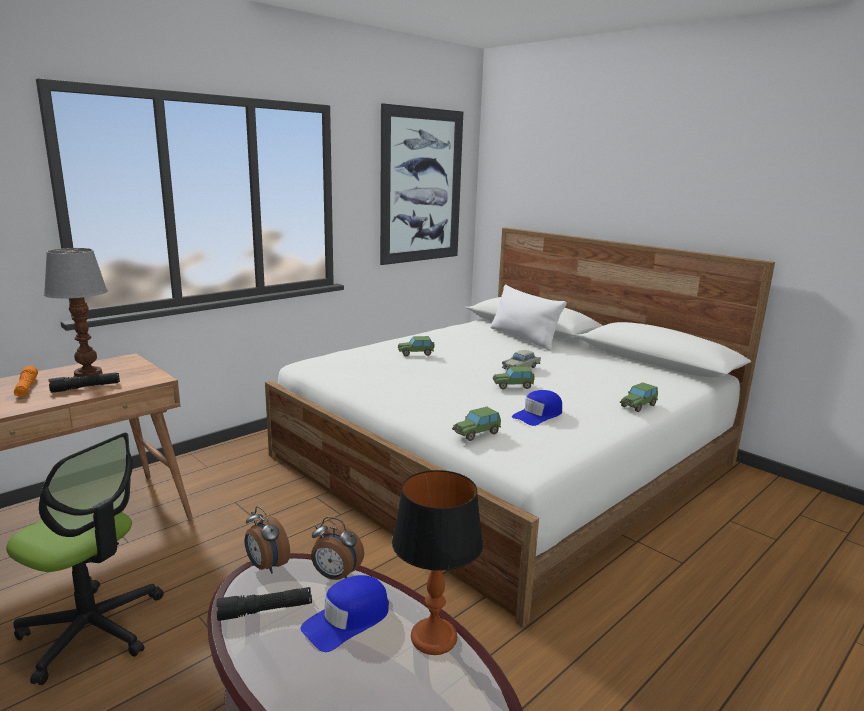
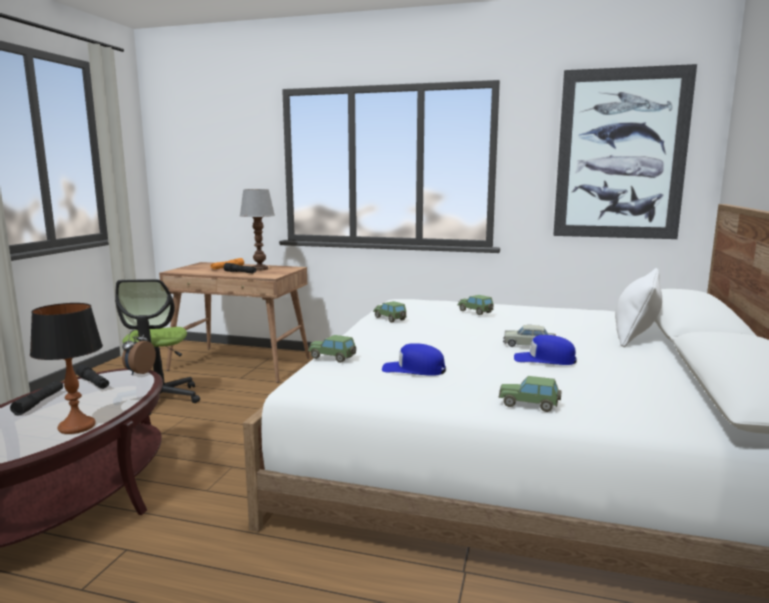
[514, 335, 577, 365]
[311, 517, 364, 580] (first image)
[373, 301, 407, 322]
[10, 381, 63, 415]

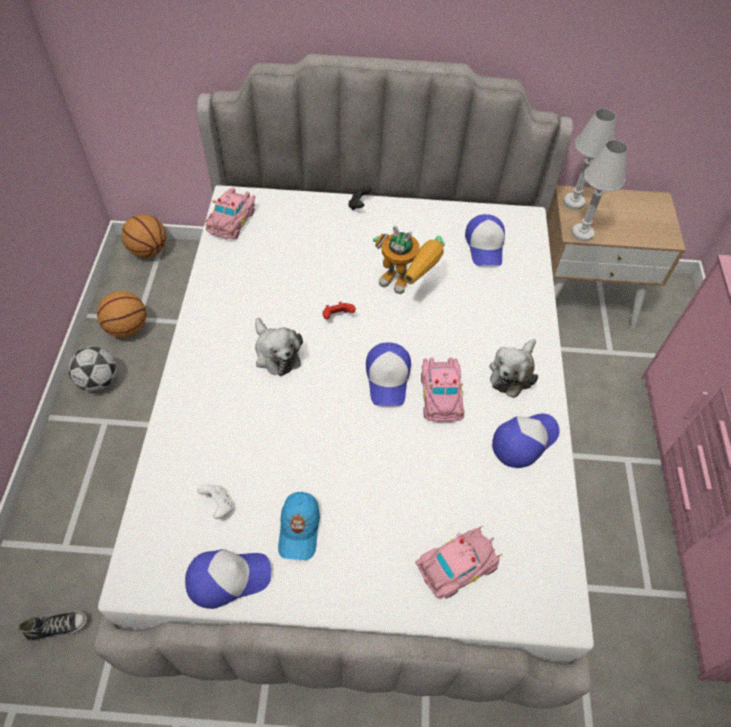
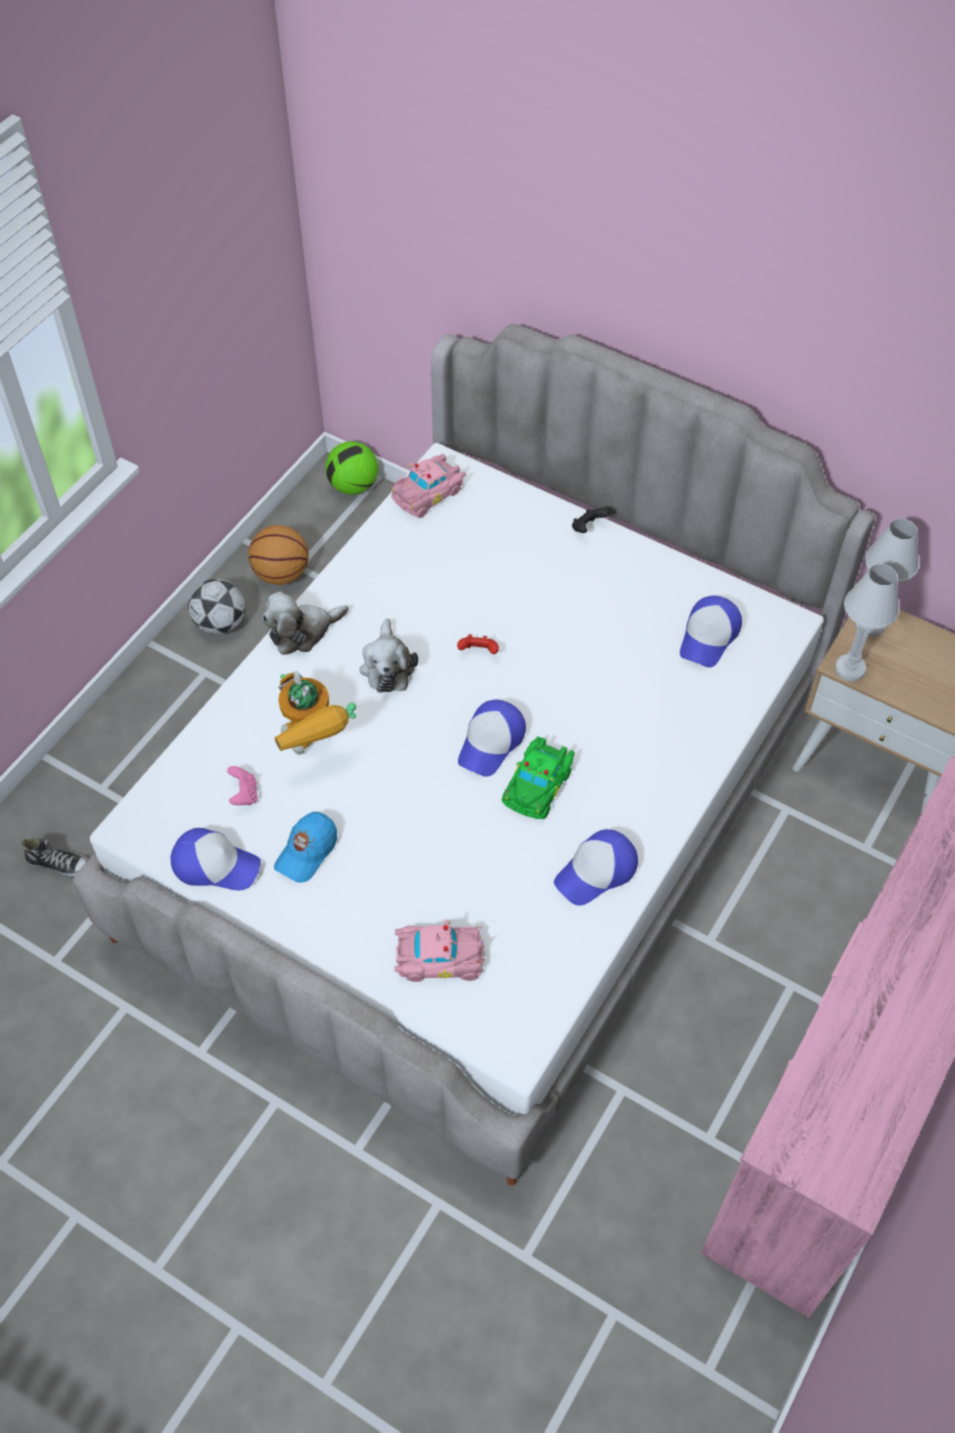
[325, 441, 378, 495]
[227, 766, 258, 805]
[274, 671, 356, 755]
[502, 736, 575, 819]
[262, 591, 349, 655]
[554, 829, 638, 905]

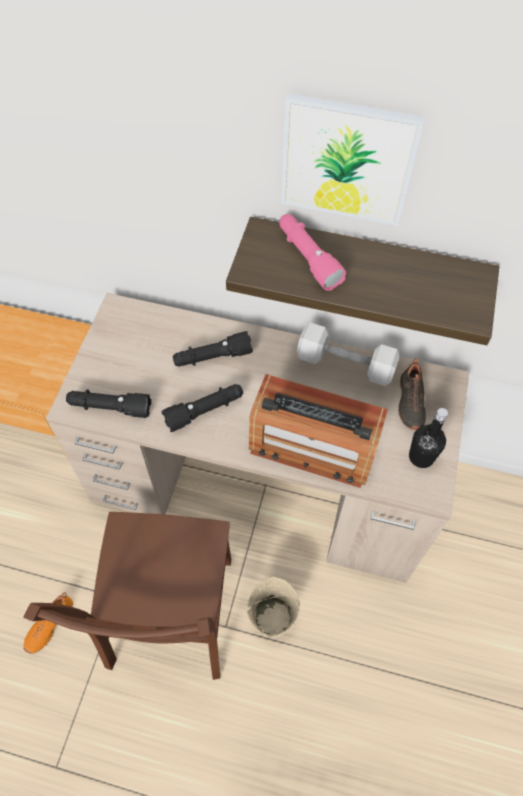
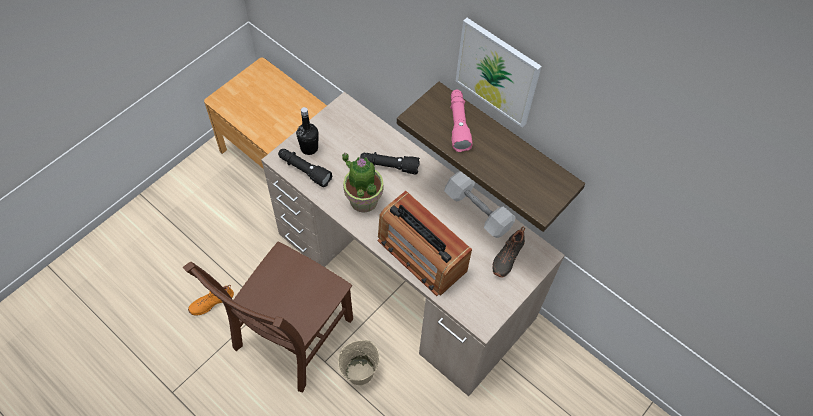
[342, 152, 384, 213]
[296, 107, 319, 155]

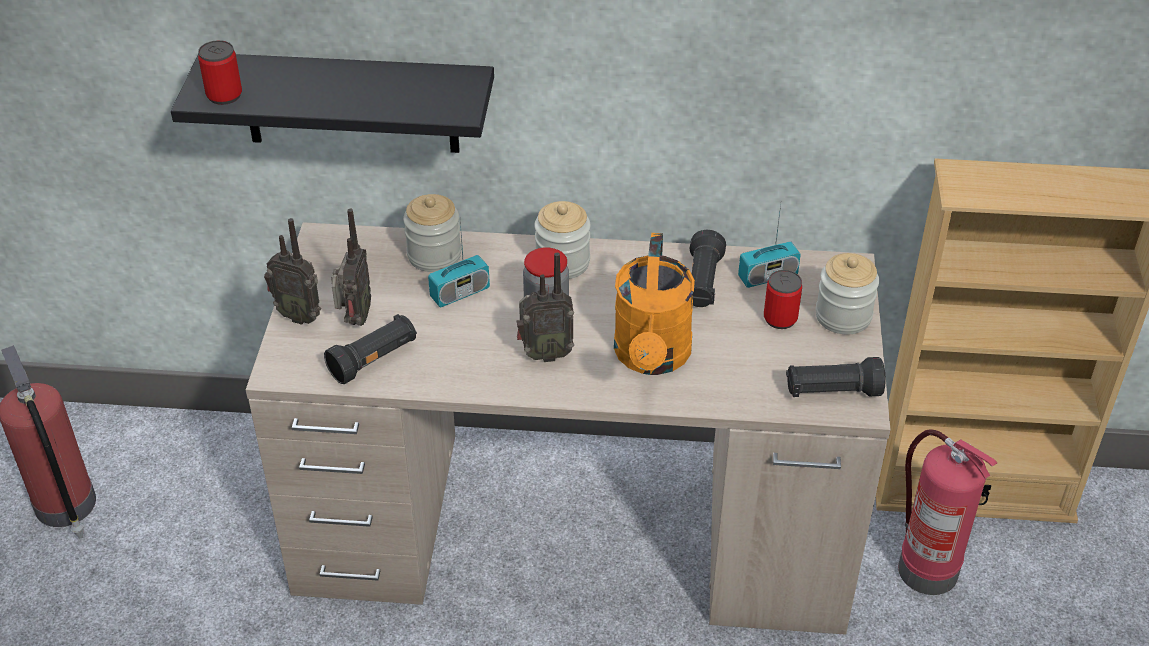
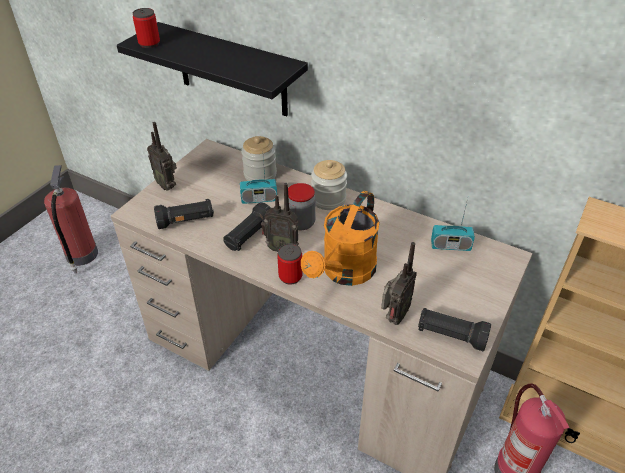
[381, 242, 417, 325]
[223, 202, 271, 251]
[277, 243, 303, 284]
[816, 253, 879, 335] (first image)

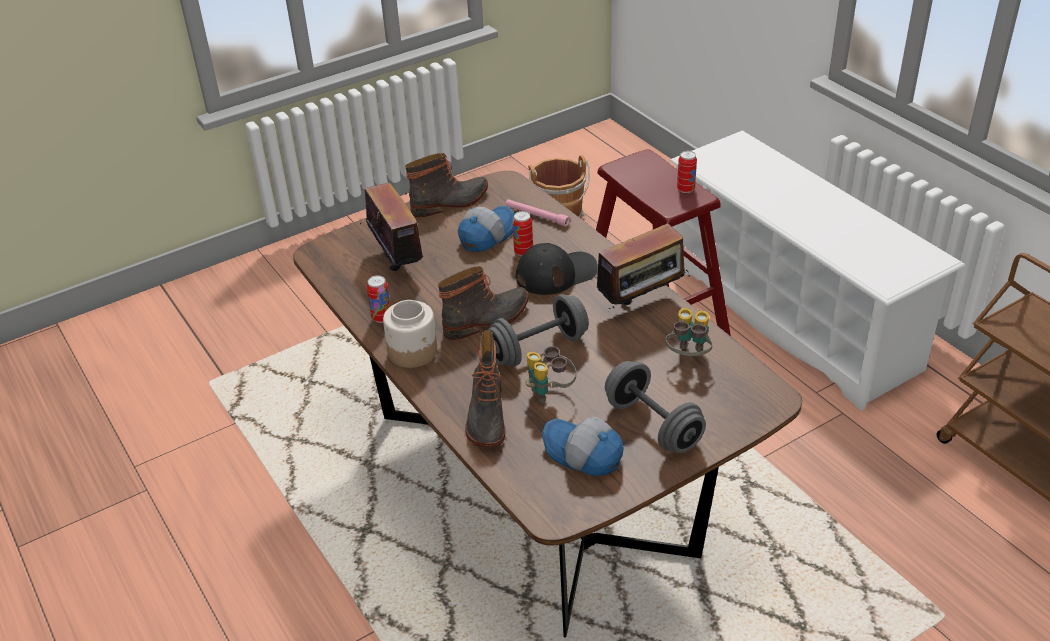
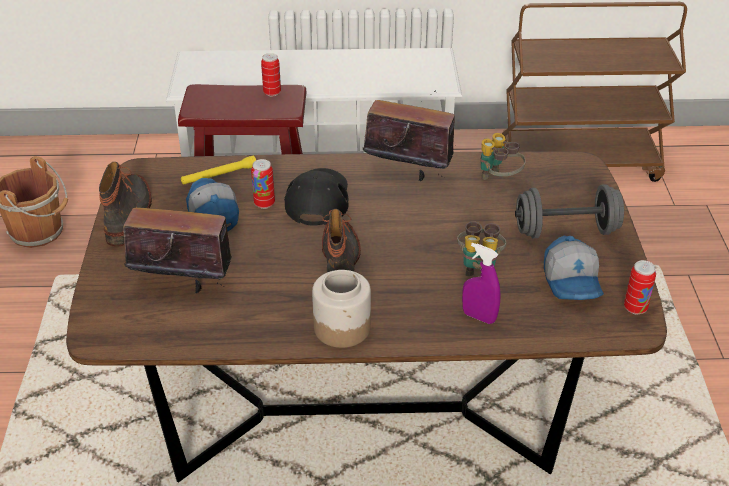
[624, 260, 656, 314]
[462, 243, 500, 324]
[487, 294, 589, 366] (first image)
[181, 156, 256, 184]
[544, 236, 604, 300]
[363, 90, 456, 181]

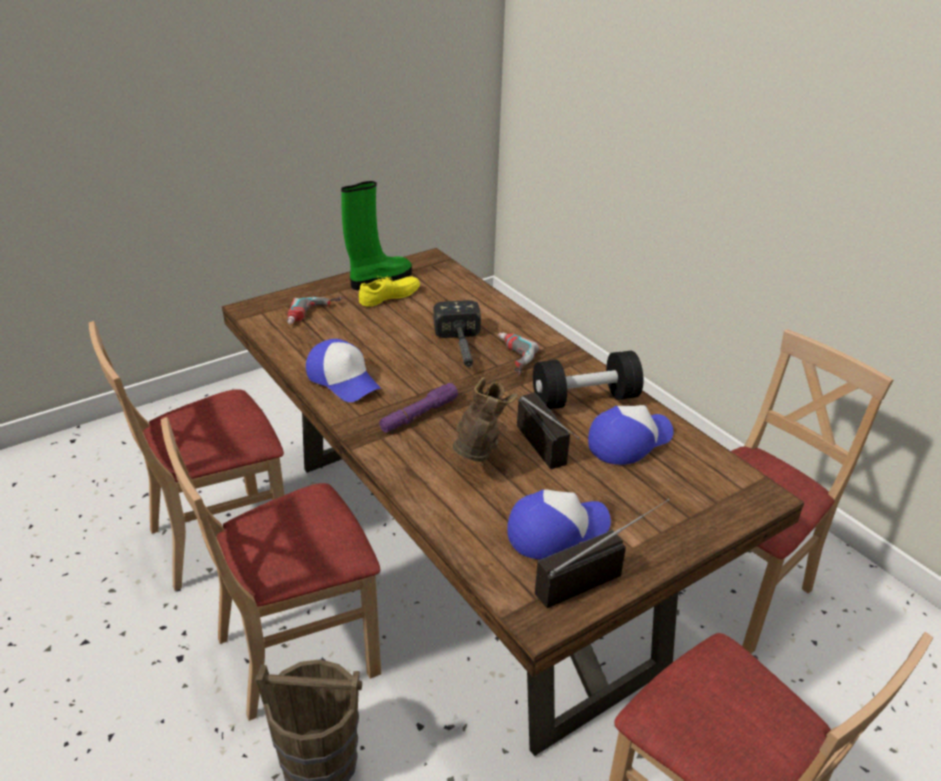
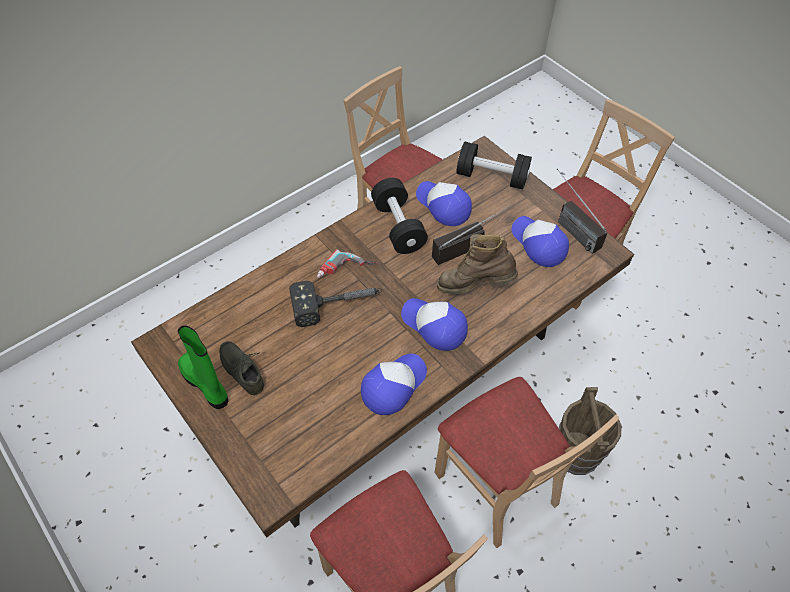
[287, 297, 346, 324] (first image)
[219, 341, 264, 395]
[401, 298, 468, 351]
[456, 142, 532, 190]

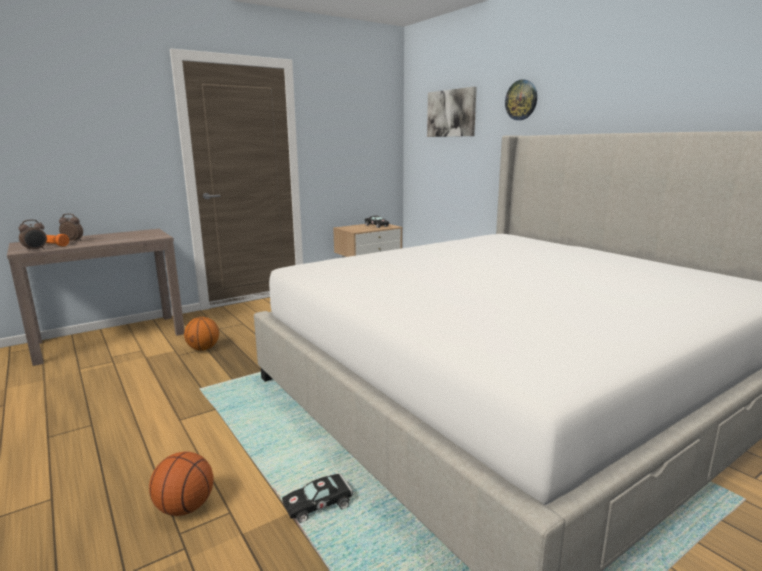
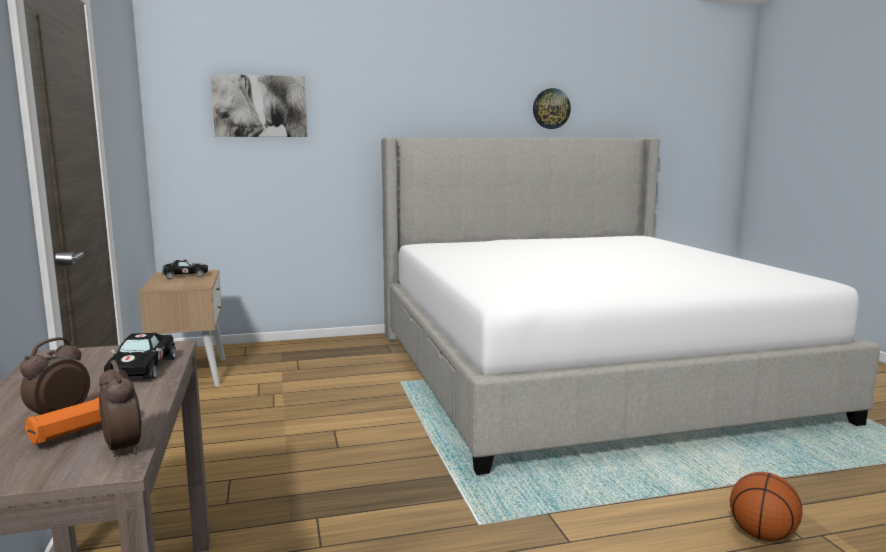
[184, 317, 219, 351] (first image)
[104, 333, 176, 379]
[533, 88, 571, 129]

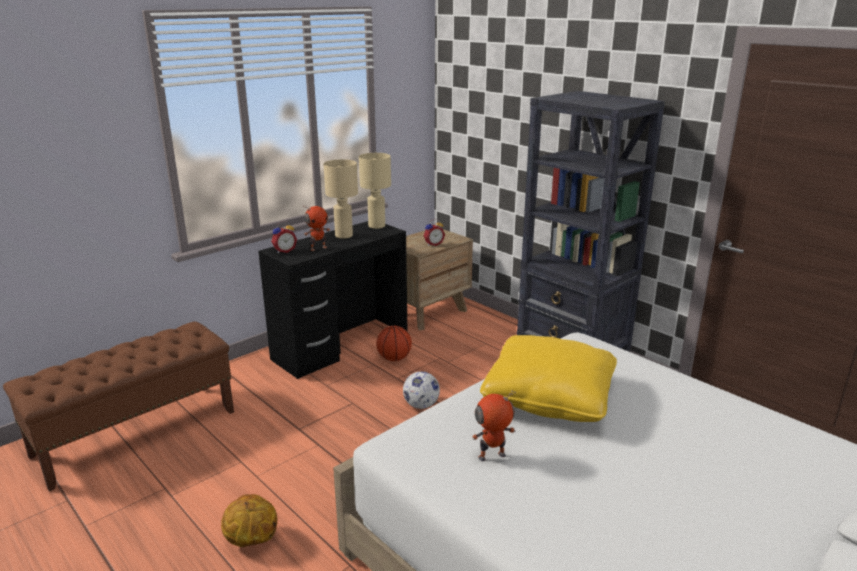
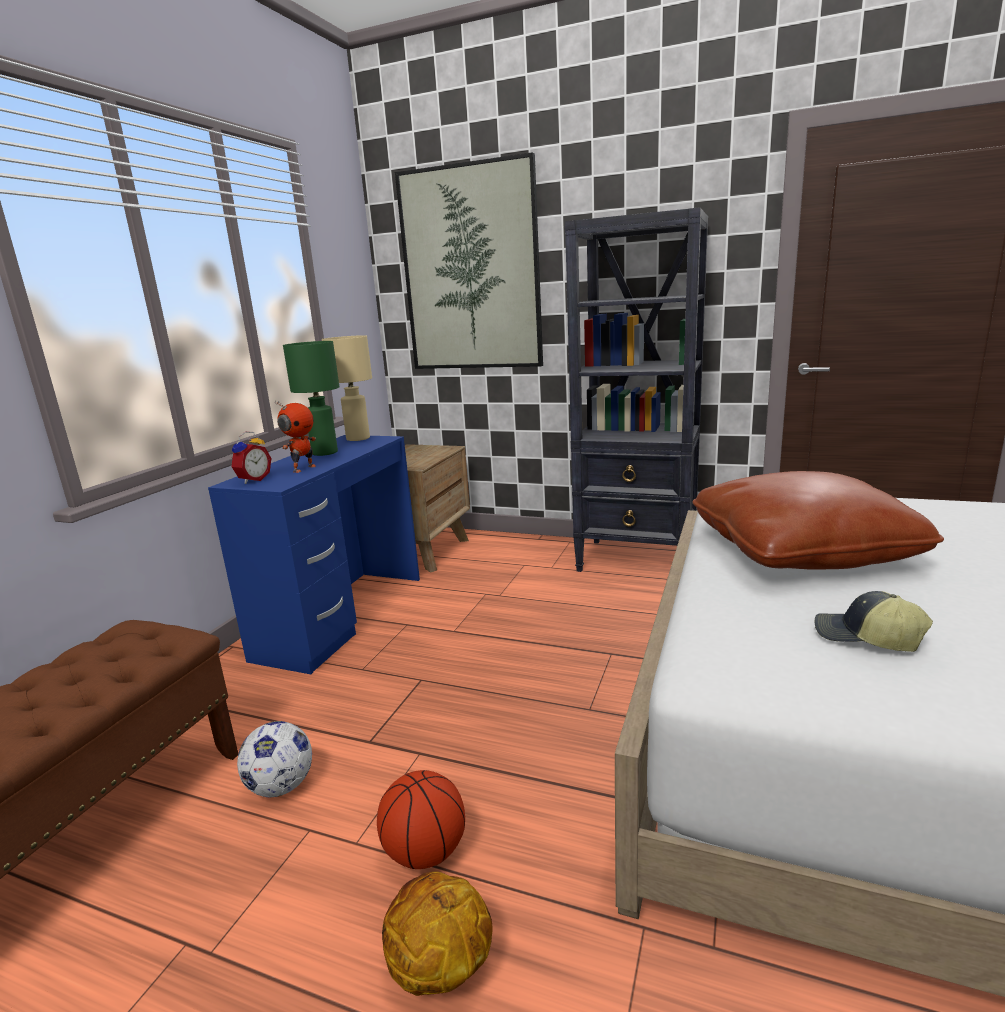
[208, 435, 420, 674]
[283, 341, 339, 456]
[377, 770, 465, 869]
[237, 721, 312, 797]
[423, 219, 445, 246] (first image)
[814, 591, 933, 652]
[692, 471, 944, 570]
[395, 152, 543, 369]

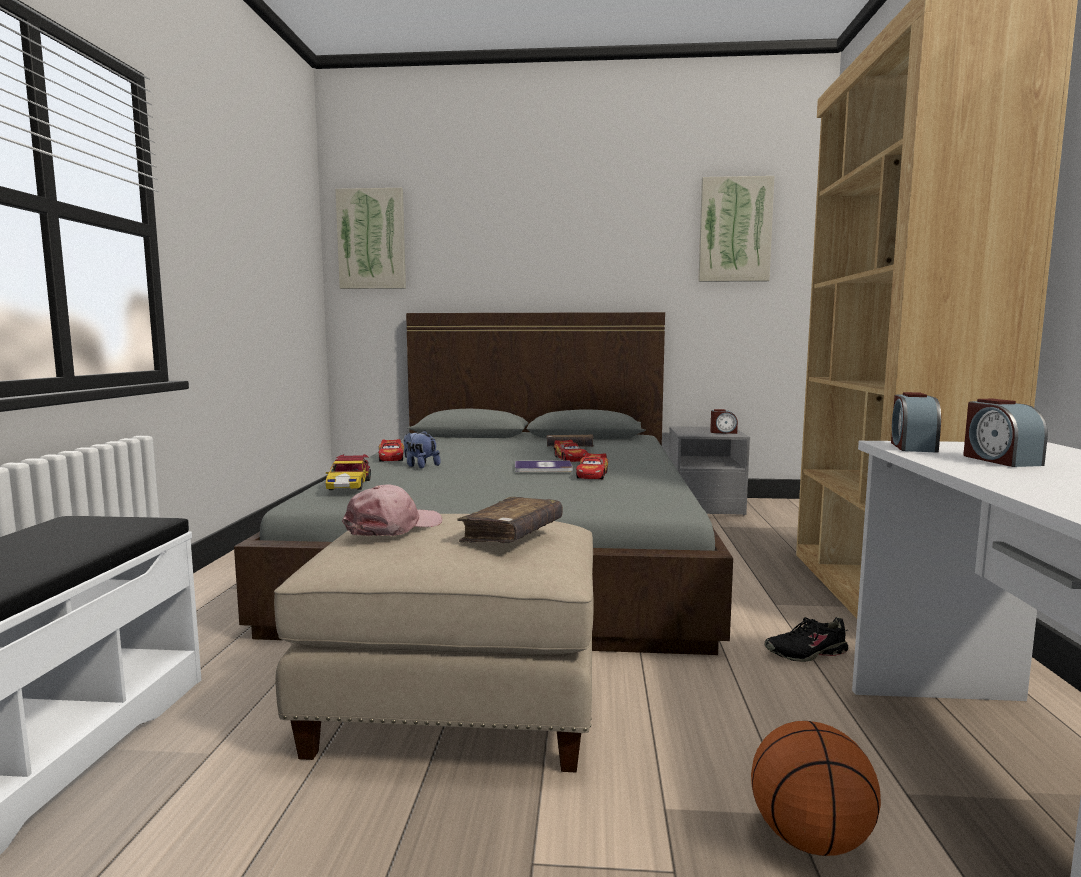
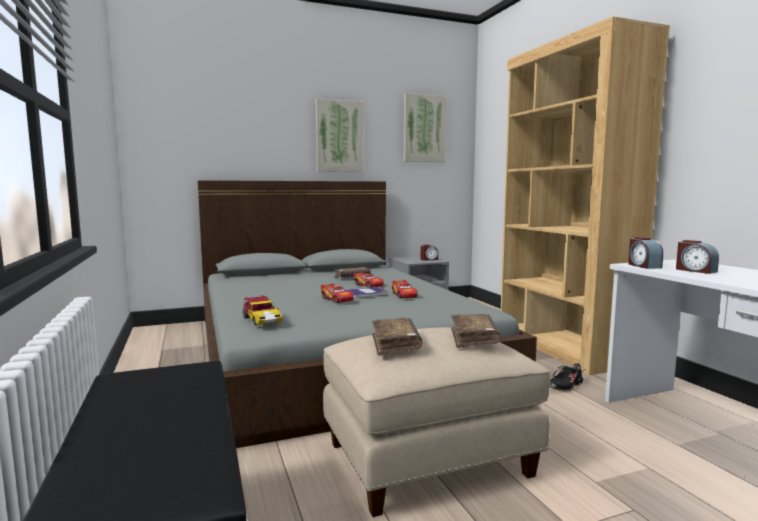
[316, 99, 363, 172]
[371, 318, 422, 356]
[321, 283, 354, 303]
[404, 430, 440, 468] (first image)
[751, 721, 881, 856] (first image)

